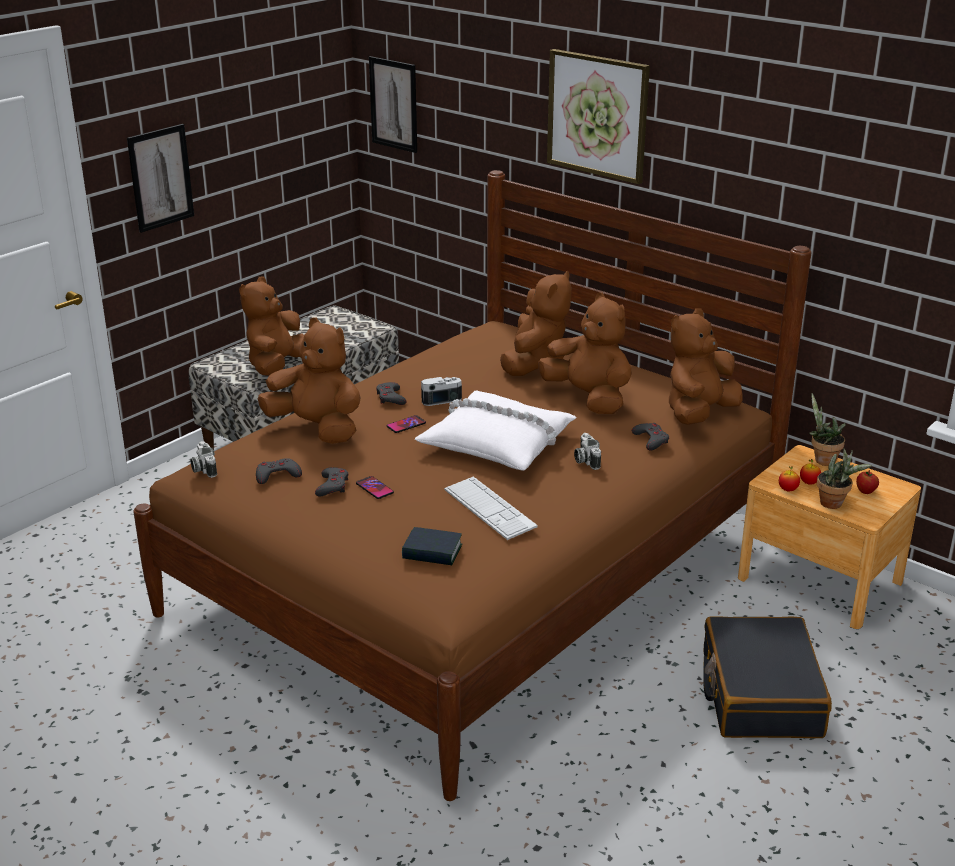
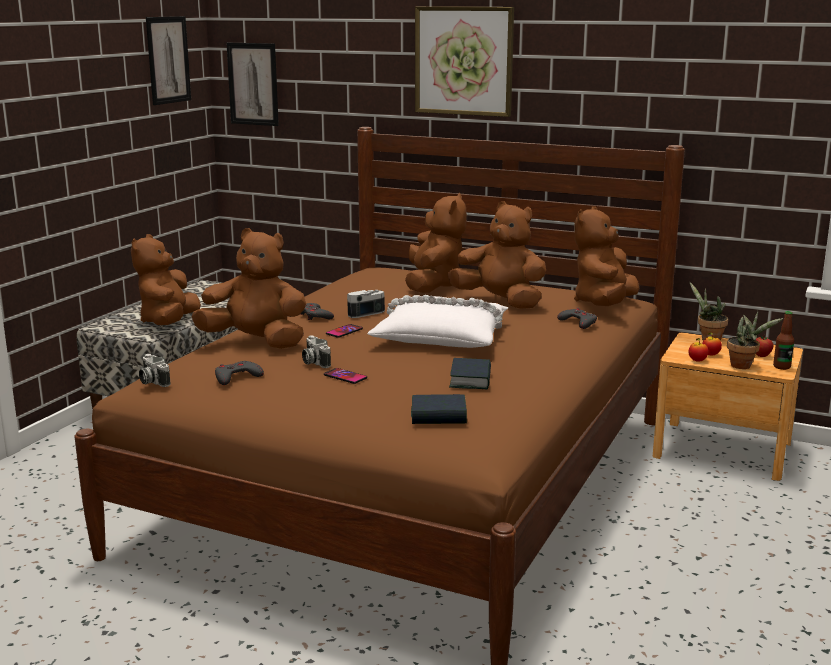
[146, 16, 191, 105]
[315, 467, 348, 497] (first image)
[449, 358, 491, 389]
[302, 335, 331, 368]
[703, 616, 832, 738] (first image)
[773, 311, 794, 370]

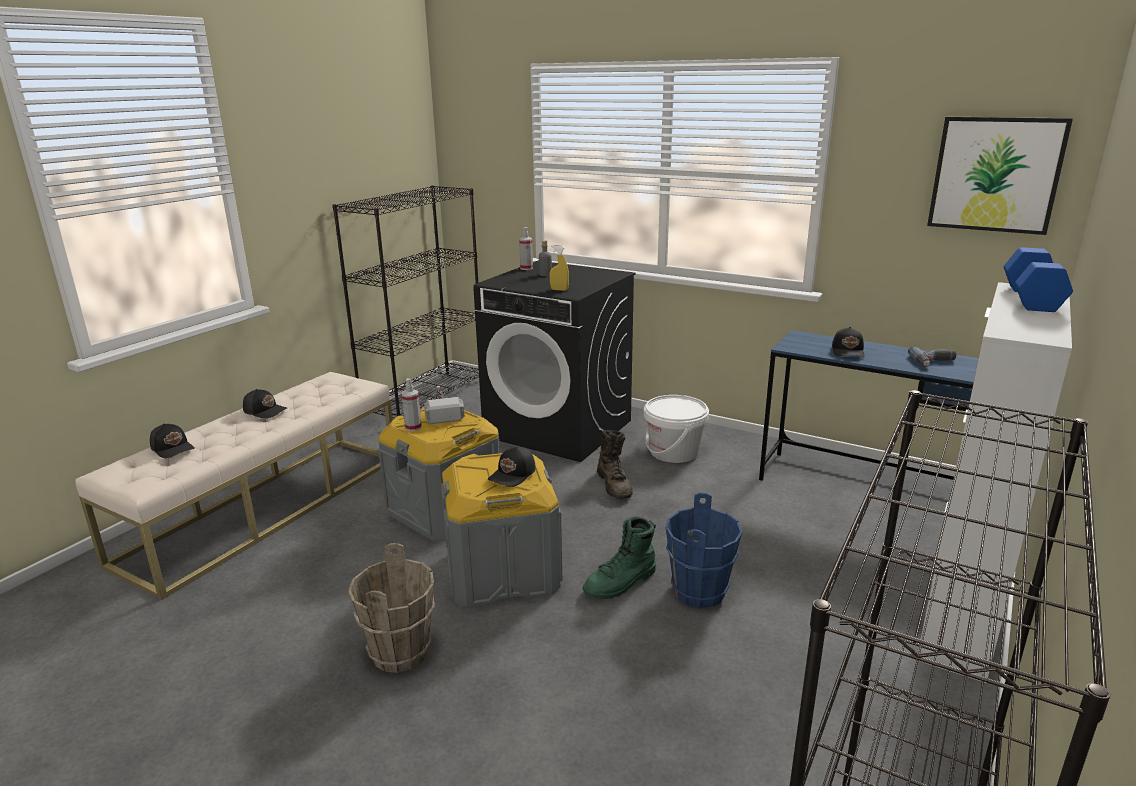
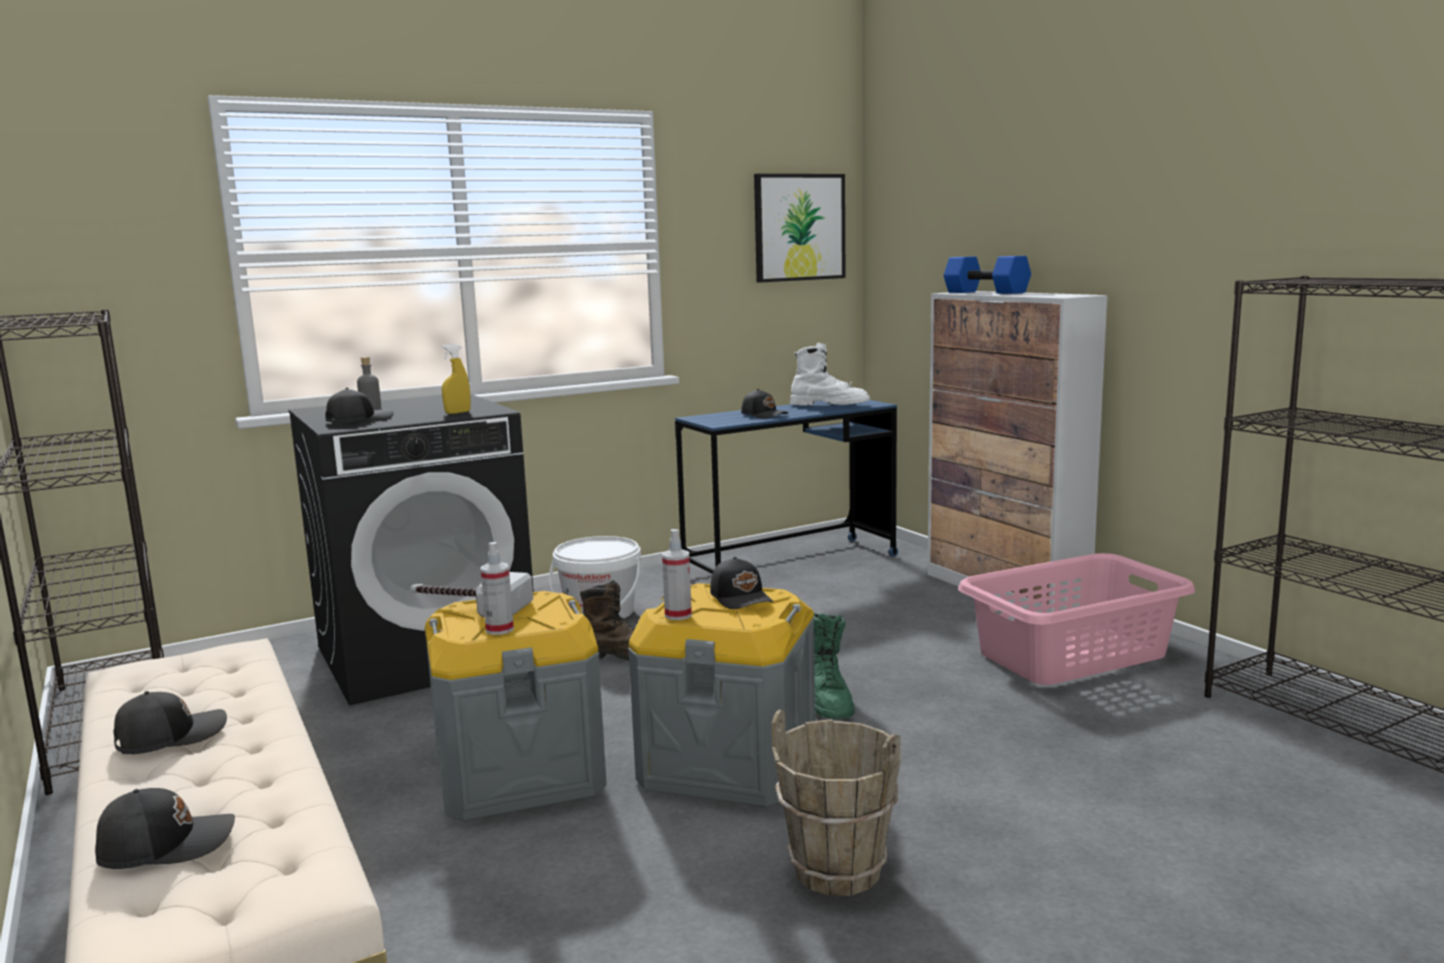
[662, 529, 692, 620]
[665, 493, 742, 608] (first image)
[790, 343, 870, 406]
[325, 388, 394, 423]
[958, 553, 1195, 685]

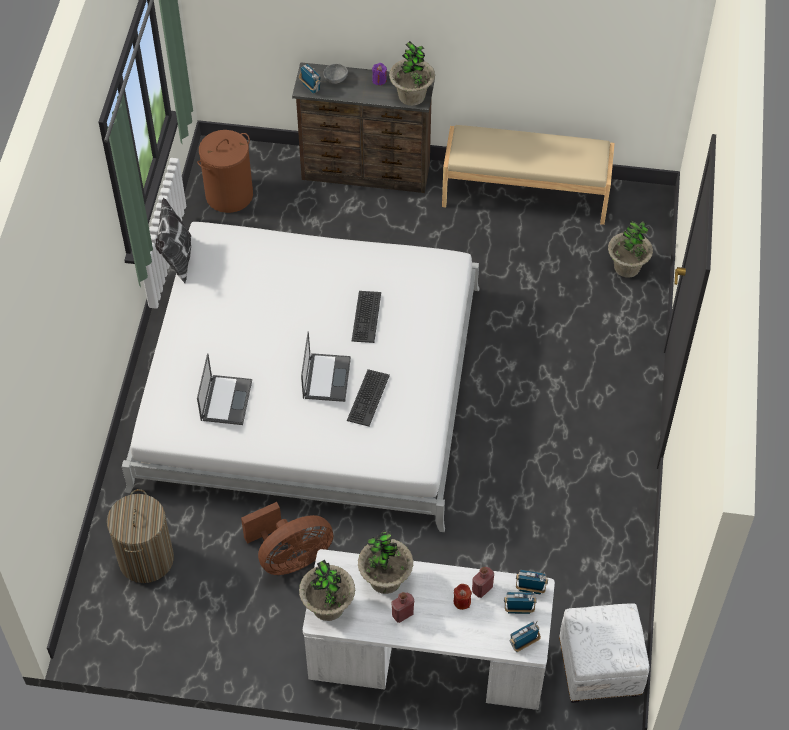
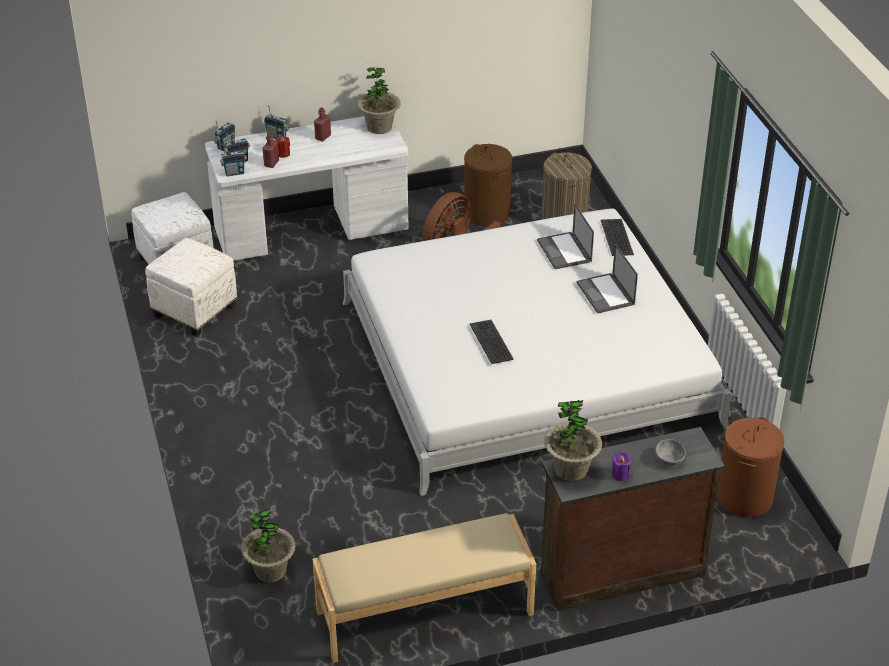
[155, 197, 191, 283] (first image)
[264, 105, 289, 139]
[576, 244, 638, 314]
[601, 219, 634, 256]
[358, 530, 413, 594] (first image)
[145, 238, 237, 337]
[464, 144, 512, 226]

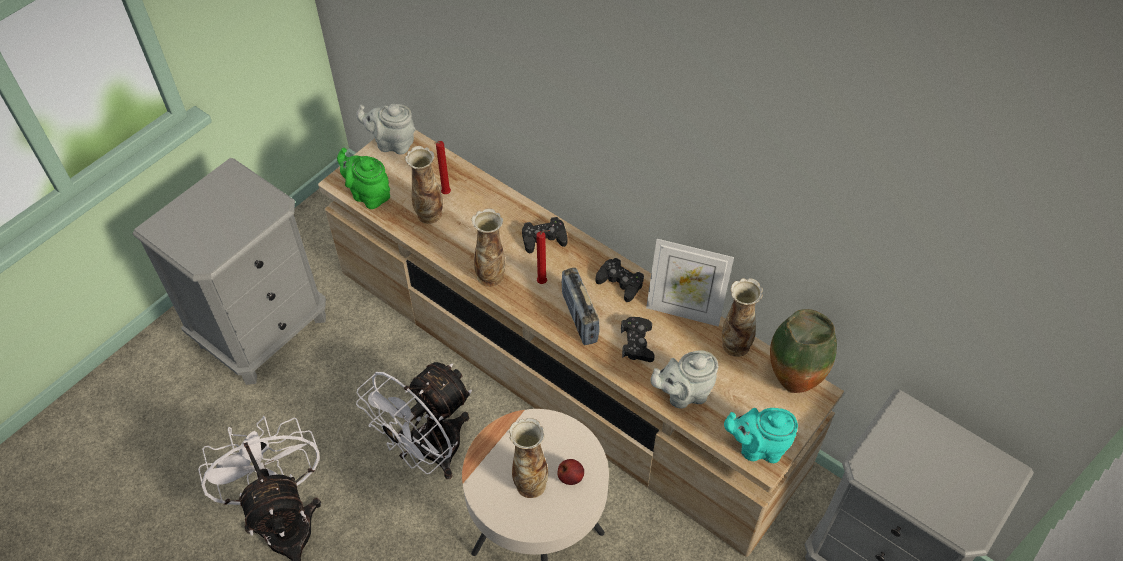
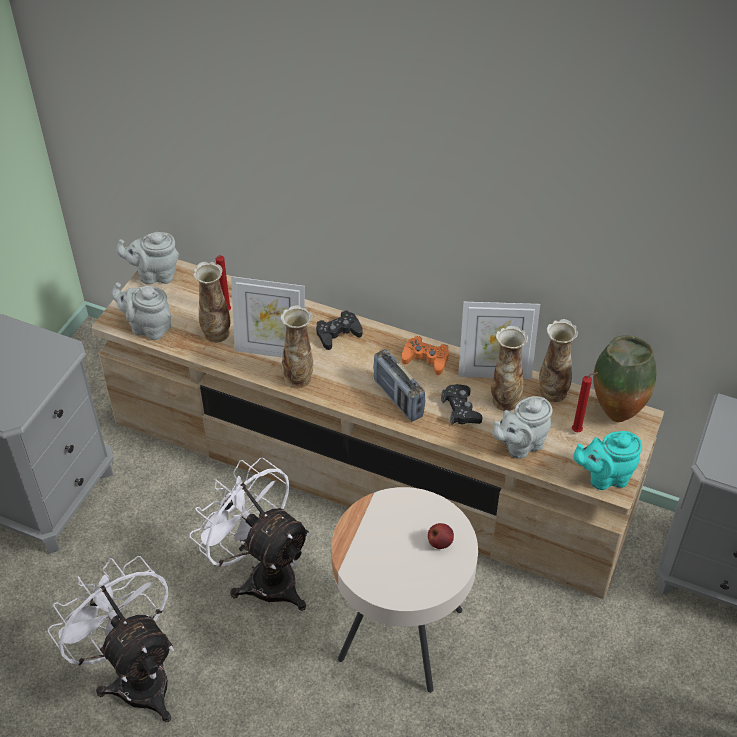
[111, 282, 171, 340]
[190, 457, 311, 611]
[491, 326, 528, 411]
[572, 372, 598, 432]
[402, 336, 449, 375]
[231, 276, 305, 358]

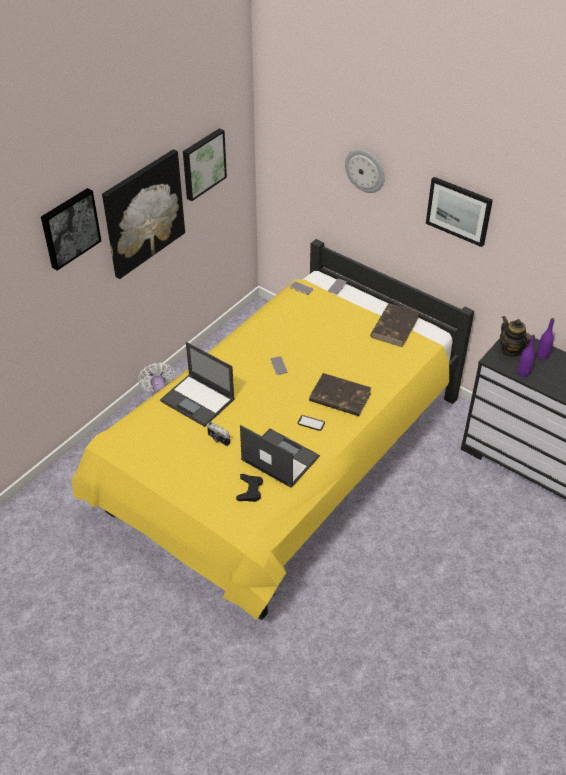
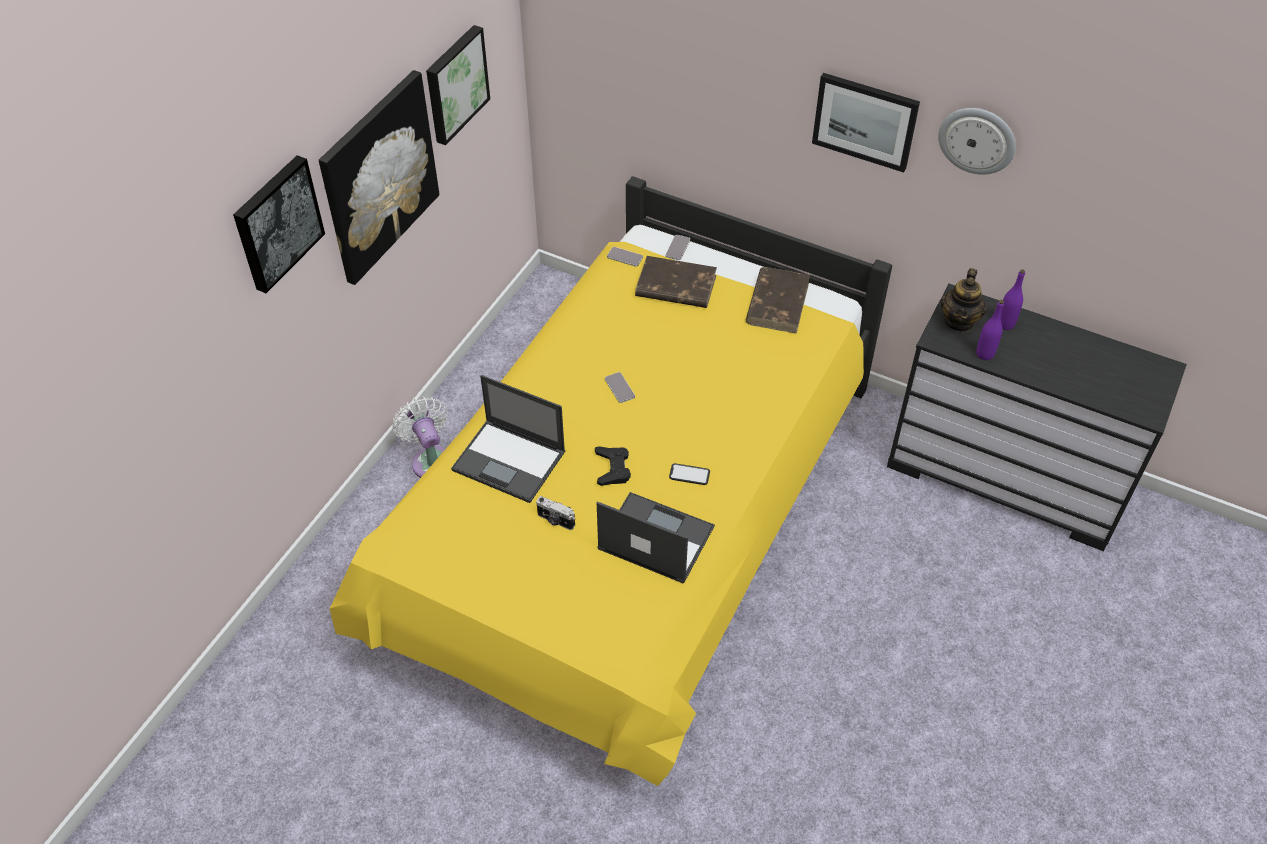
[595, 446, 631, 486]
[635, 256, 717, 308]
[938, 108, 1016, 175]
[940, 268, 987, 333]

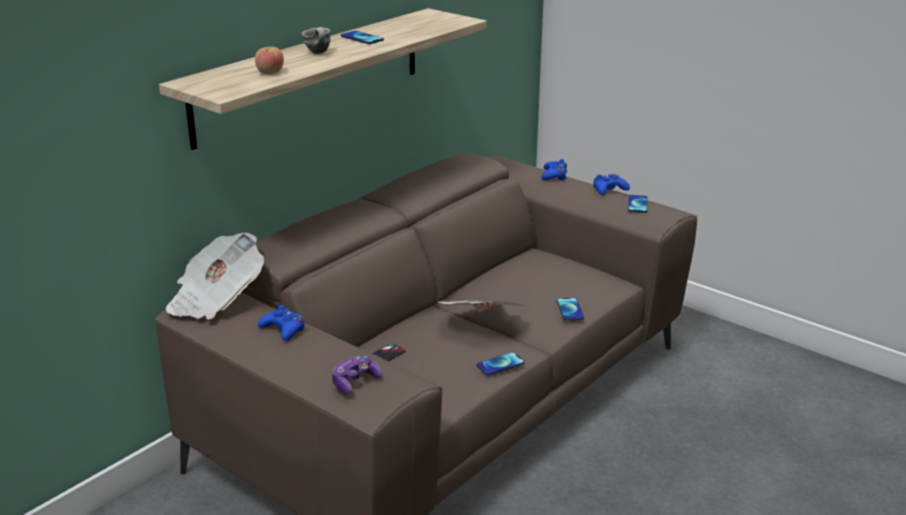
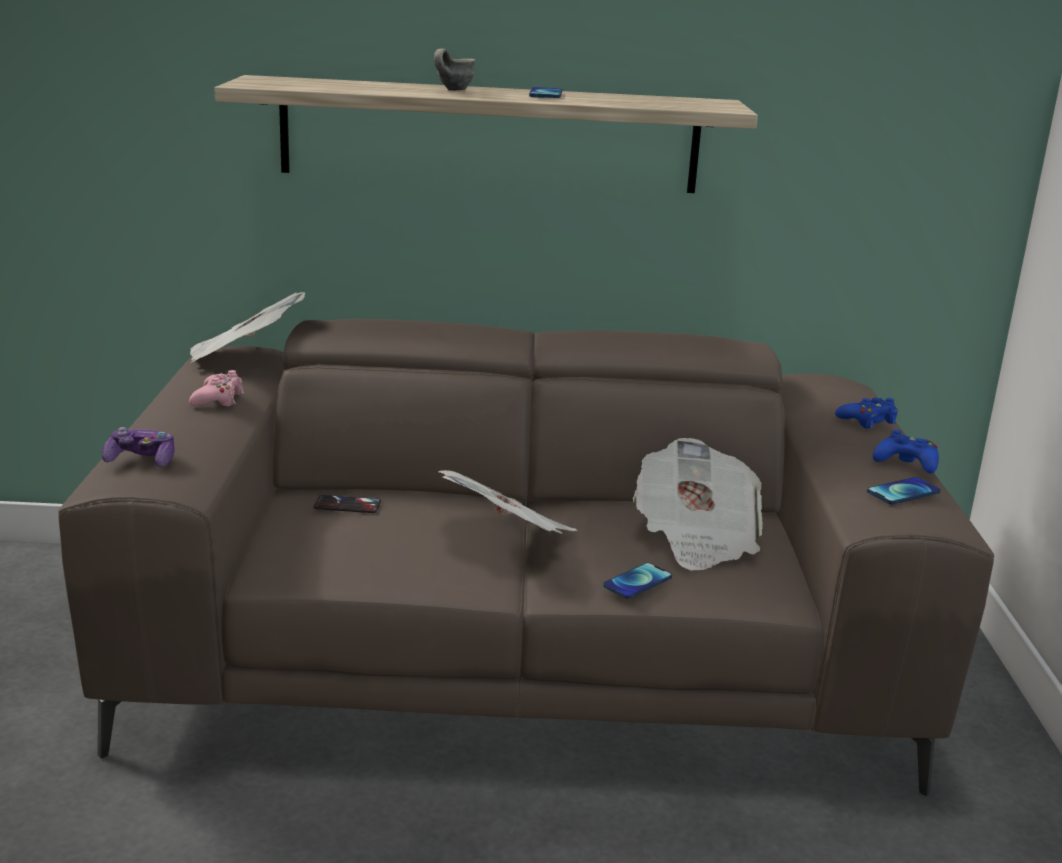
[255, 47, 284, 74] (first image)
[189, 370, 244, 406]
[477, 352, 525, 376] (first image)
[633, 438, 763, 571]

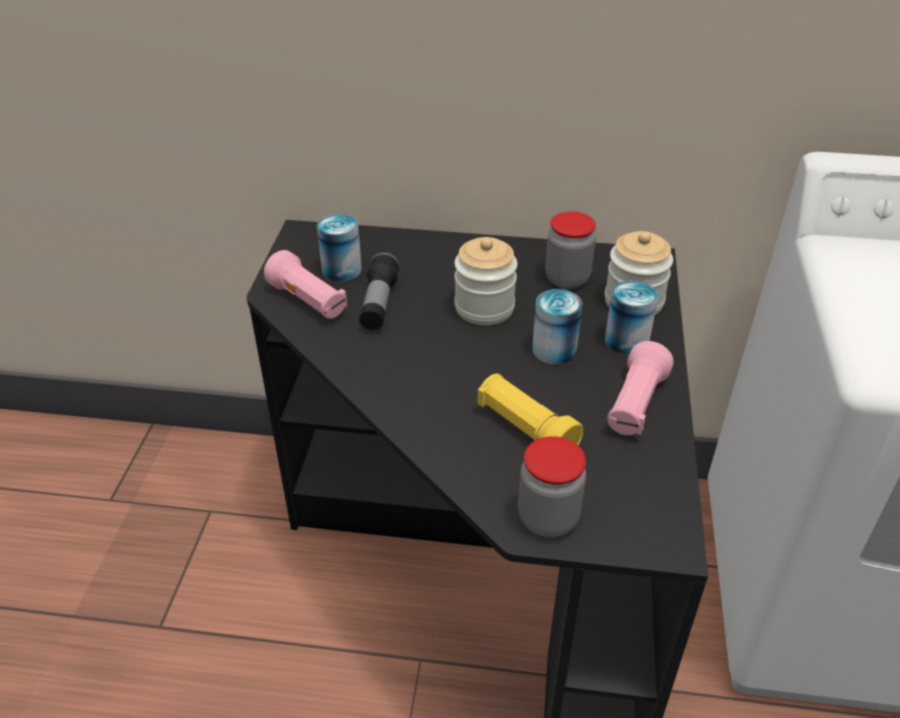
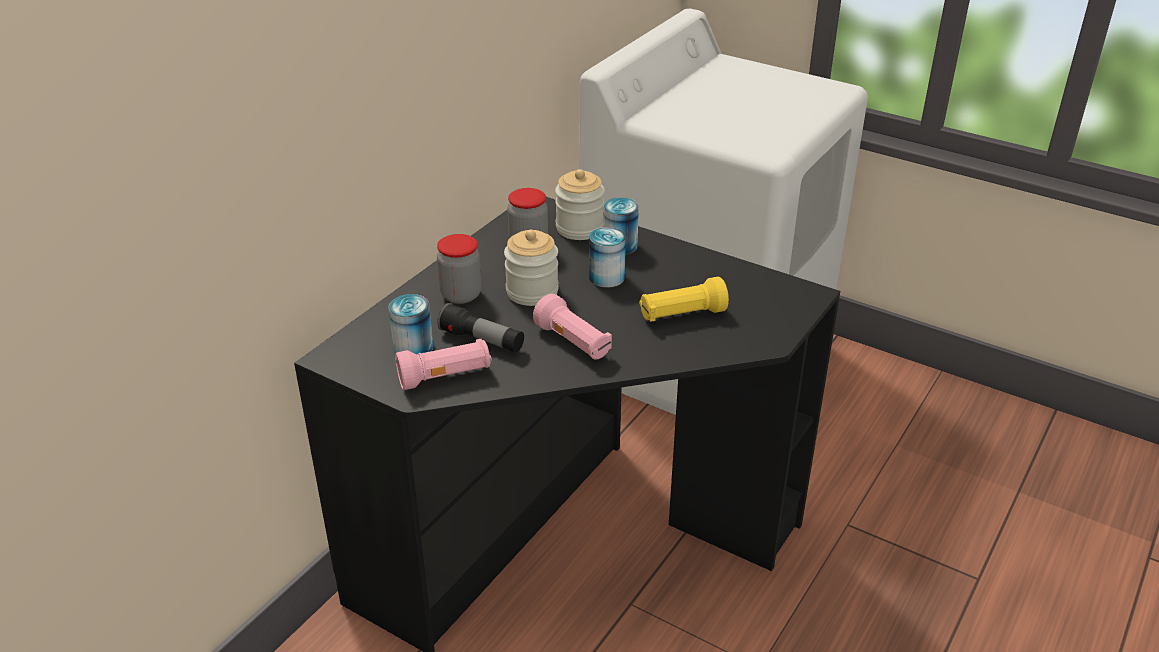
[437, 234, 482, 304]
[533, 294, 612, 360]

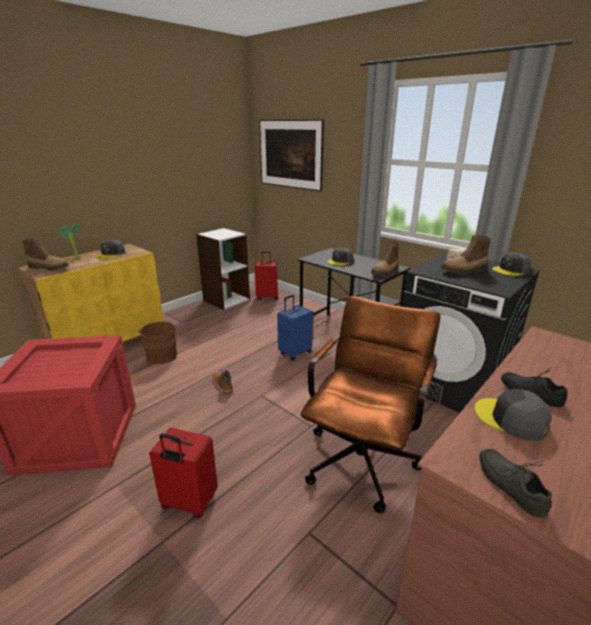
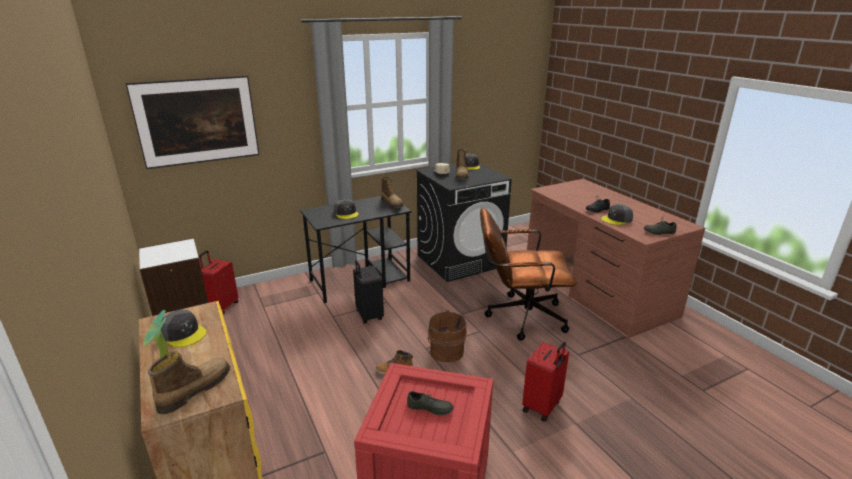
[427, 310, 467, 363]
[353, 260, 384, 323]
[480, 208, 577, 341]
[407, 391, 454, 415]

